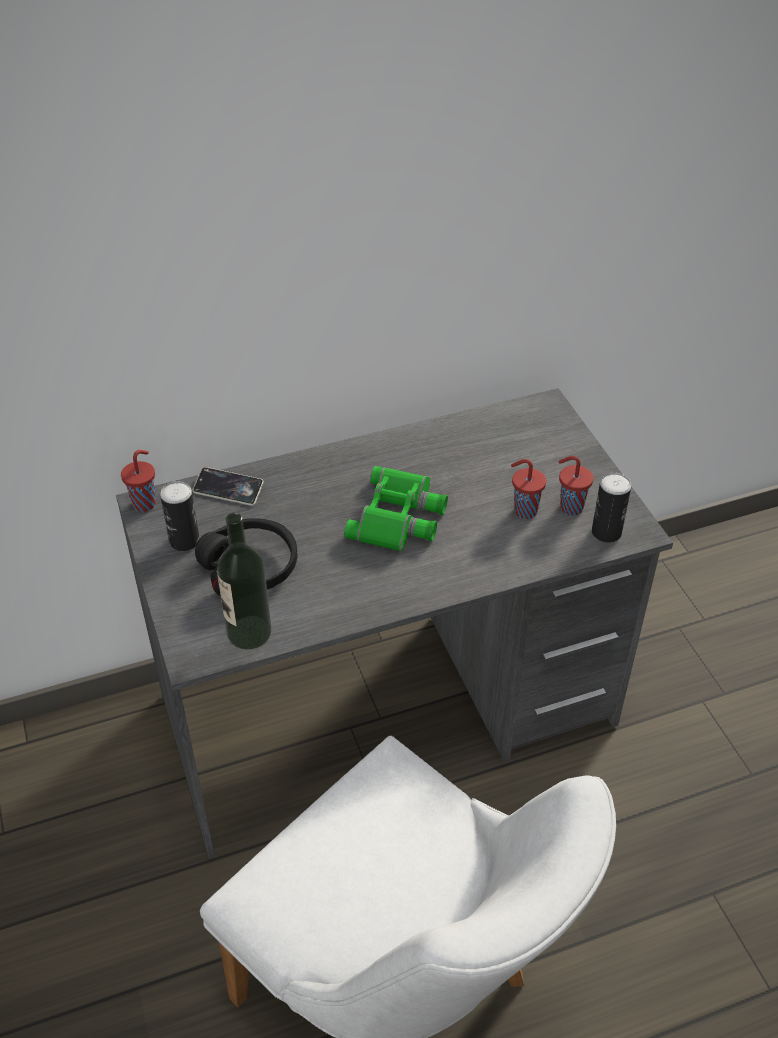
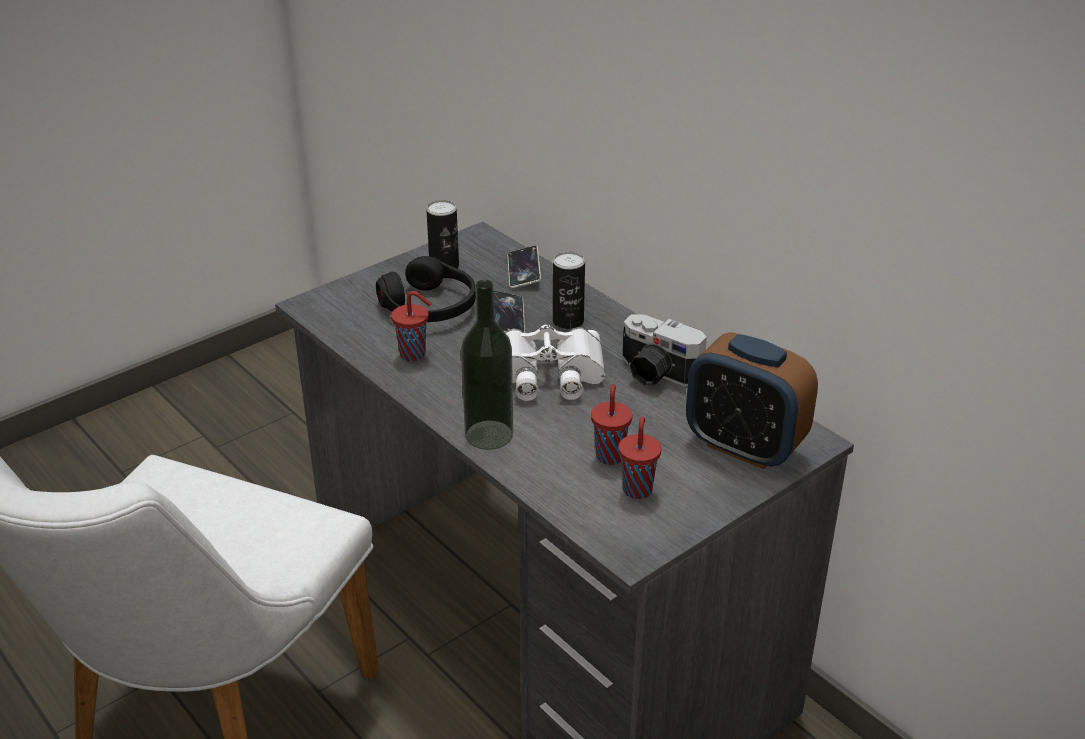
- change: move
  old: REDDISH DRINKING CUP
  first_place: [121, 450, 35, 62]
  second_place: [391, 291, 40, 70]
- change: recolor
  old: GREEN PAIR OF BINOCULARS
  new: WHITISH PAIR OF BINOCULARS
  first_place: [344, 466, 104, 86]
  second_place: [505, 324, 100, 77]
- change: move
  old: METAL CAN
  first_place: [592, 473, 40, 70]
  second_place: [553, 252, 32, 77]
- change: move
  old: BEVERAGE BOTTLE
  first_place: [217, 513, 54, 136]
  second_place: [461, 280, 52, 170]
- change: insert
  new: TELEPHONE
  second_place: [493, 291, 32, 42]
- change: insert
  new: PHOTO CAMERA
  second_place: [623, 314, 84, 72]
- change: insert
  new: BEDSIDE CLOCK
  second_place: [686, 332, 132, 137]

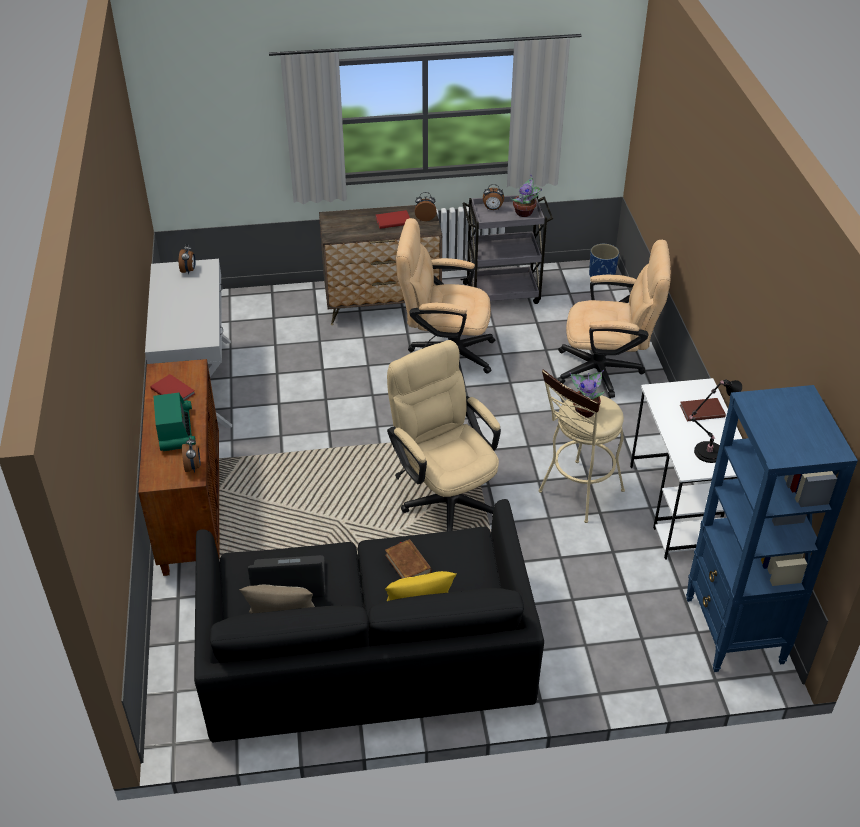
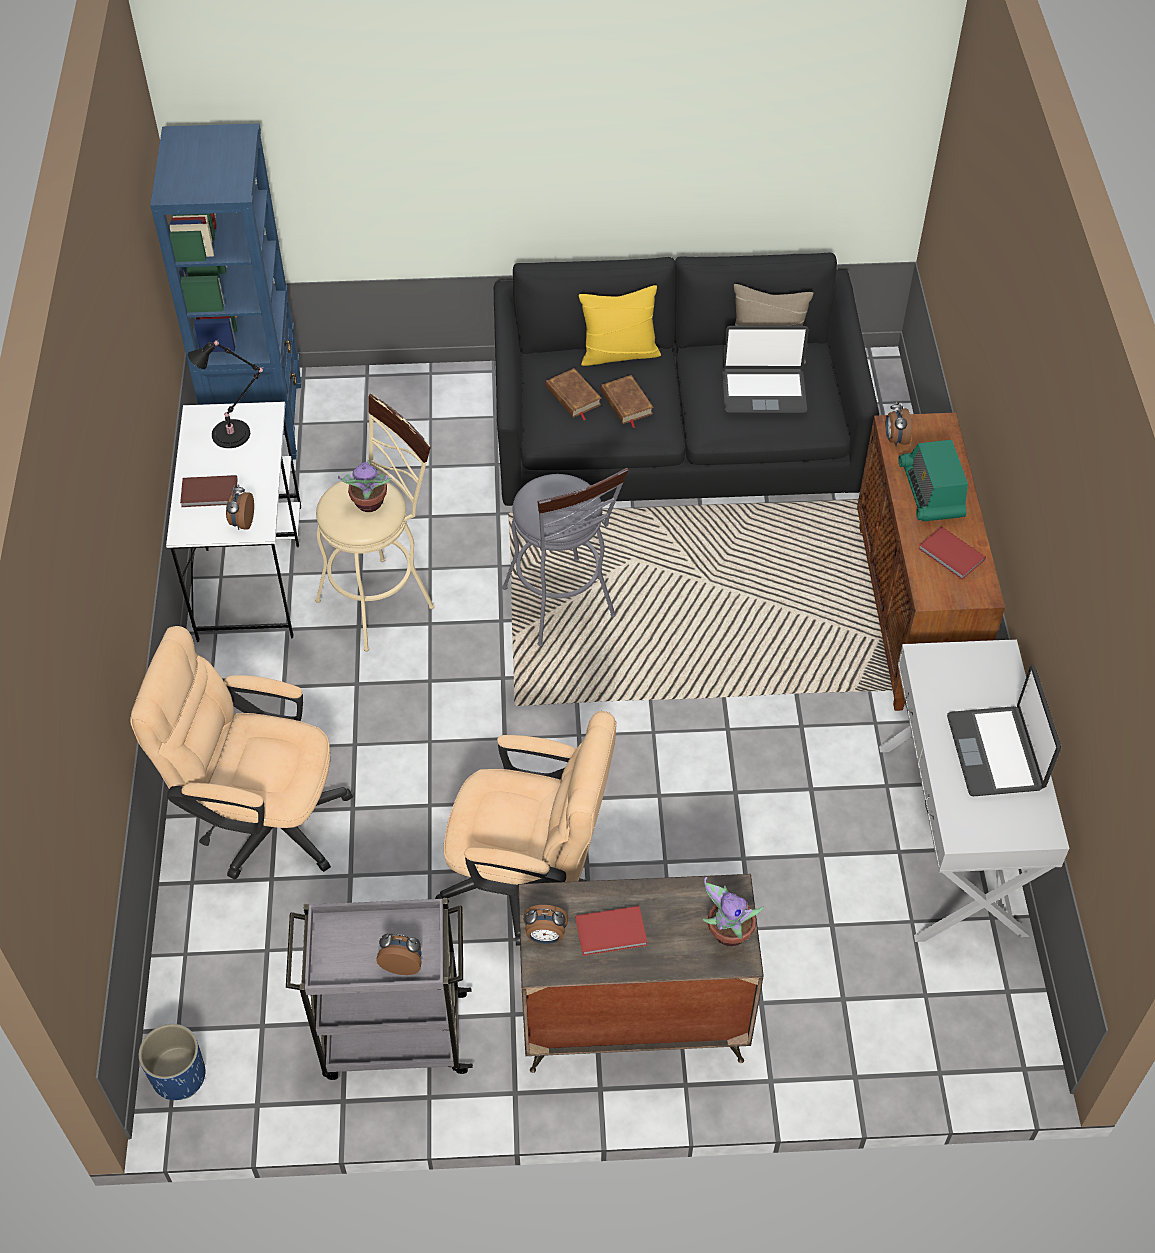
- change: move
  old: PLANT IN A POT
  first_place: [511, 174, 31, 43]
  second_place: [703, 877, 61, 69]
- change: move
  old: BEDSIDE CLOCK
  first_place: [179, 243, 16, 31]
  second_place: [226, 484, 28, 46]
- change: replace
  old: BEIGE-COLOURED COMPUTER CHAIR
  new: GRAY STOOL
  first_place: [387, 340, 114, 191]
  second_place: [502, 468, 127, 178]
- change: insert
  new: BROWN BOUND BOOK
  second_place: [545, 368, 56, 52]
- change: insert
  new: PORTABLE COMPUTER
  second_place: [947, 665, 114, 131]

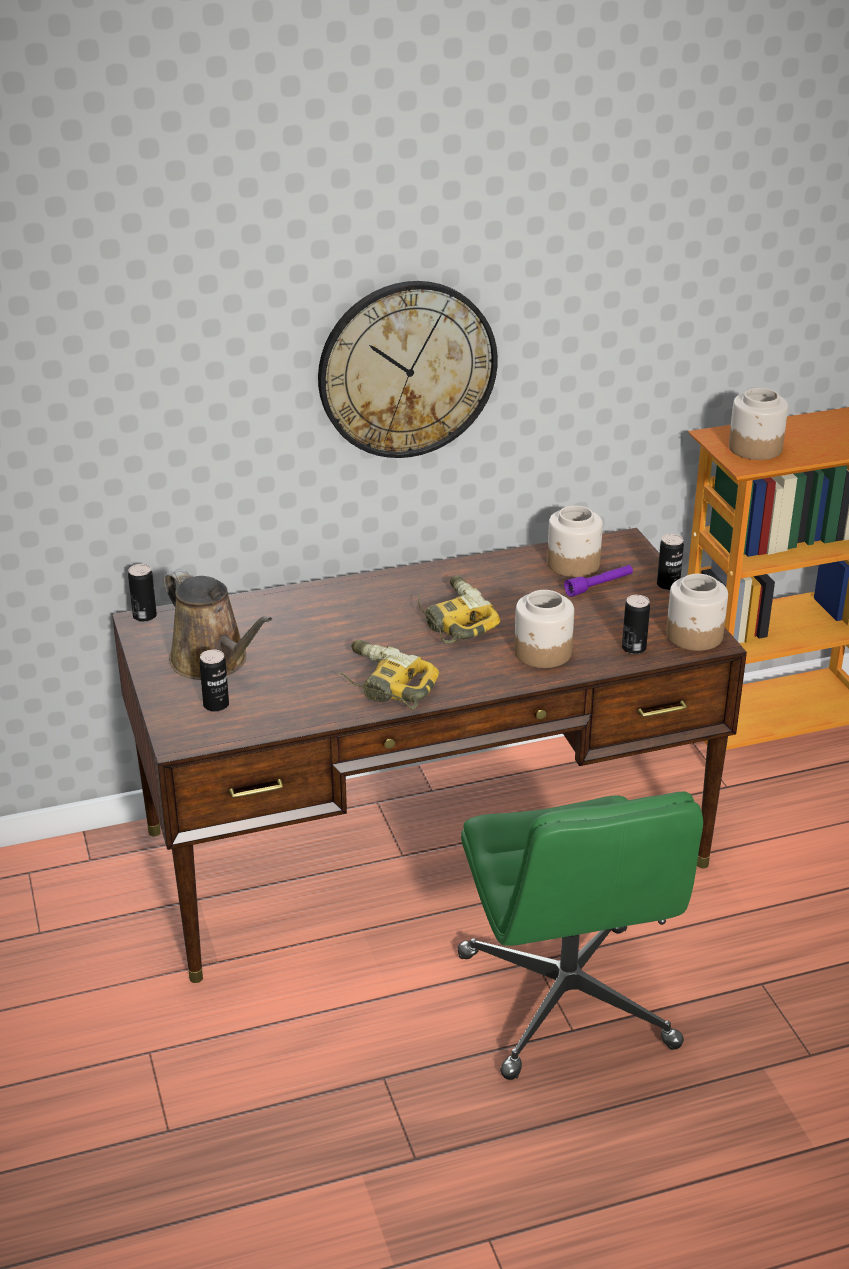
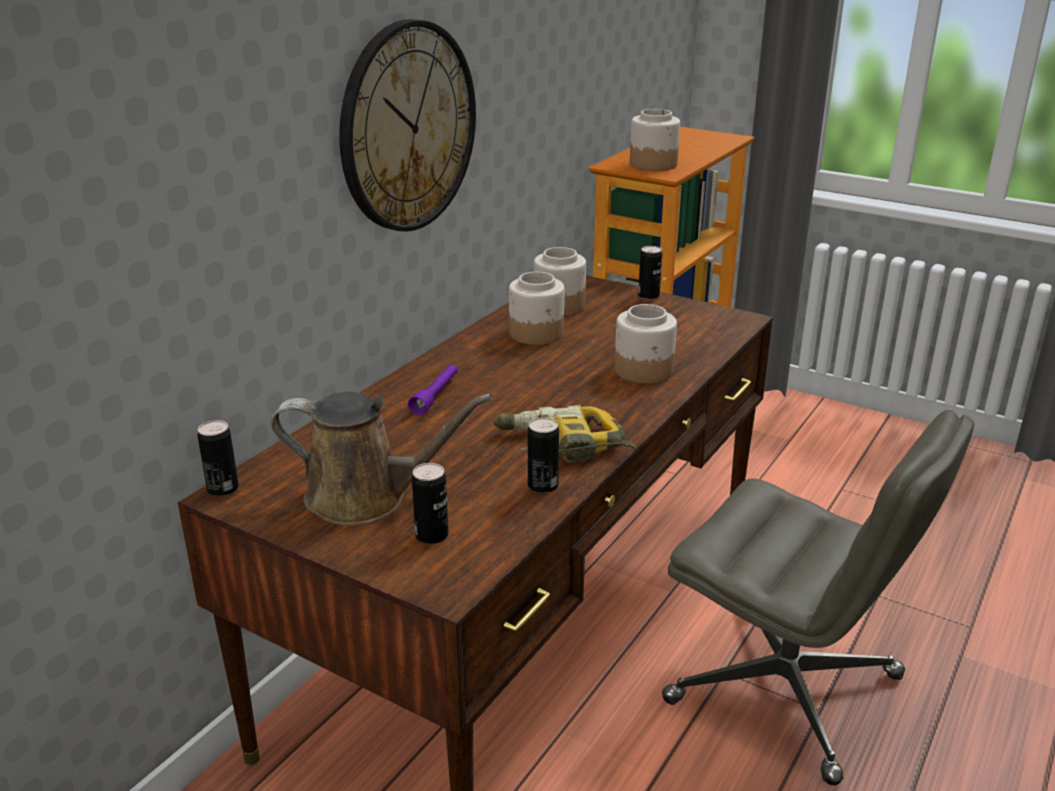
- change: move
  old: PURPLE-COLOURED HAND TORCH
  first_place: [564, 565, 69, 32]
  second_place: [408, 365, 49, 50]
- change: move
  old: JAR
  first_place: [666, 574, 62, 77]
  second_place: [509, 272, 56, 73]
- change: delete
  old: POWER DRILL
  first_place: [418, 575, 83, 69]
- change: move
  old: METAL CAN
  first_place: [622, 595, 28, 59]
  second_place: [528, 417, 31, 76]
- change: recolor
  old: GREEN COMPUTER CHAIR
  new: GRAY COMPUTER CHAIR
  first_place: [458, 792, 245, 288]
  second_place: [662, 410, 312, 375]

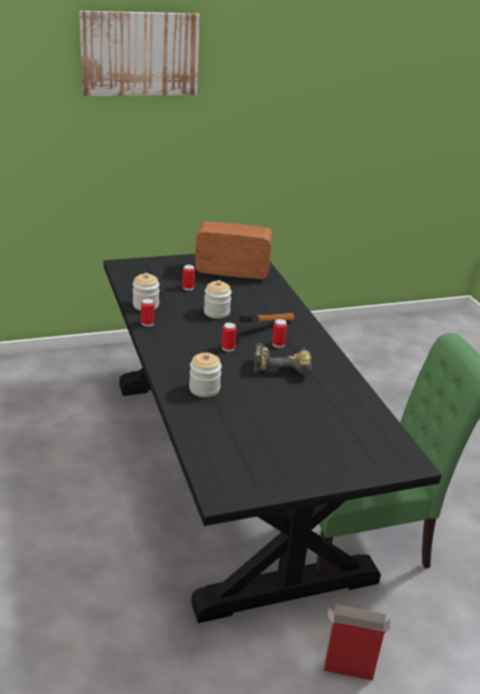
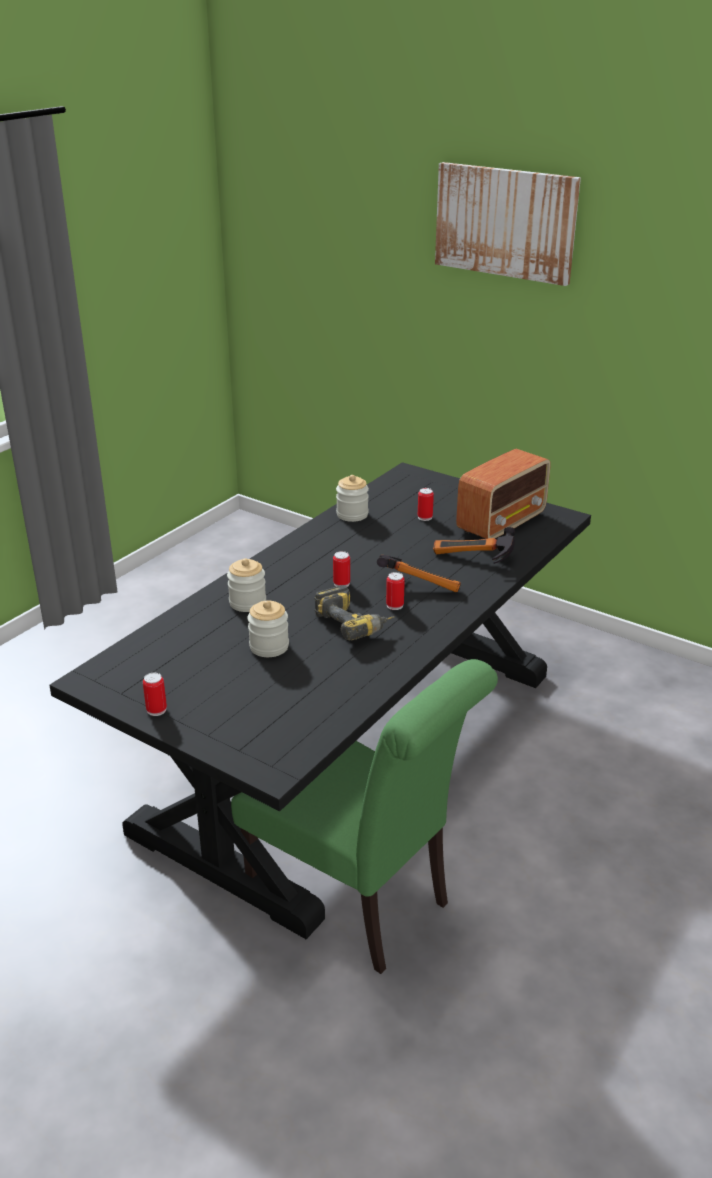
- change: rotate
  old: RADIO SET
  first_place: [195, 221, 78, 59]
  second_place: [456, 449, 94, 90]
  degrees: 75
- change: move
  old: JAR
  first_place: [204, 280, 28, 39]
  second_place: [247, 600, 42, 57]
- change: move
  old: METAL CAN
  first_place: [141, 298, 13, 29]
  second_place: [143, 673, 24, 43]
- change: delete
  old: CARTON
  first_place: [324, 605, 66, 76]
- change: insert
  new: HAMMER
  second_place: [433, 527, 82, 37]

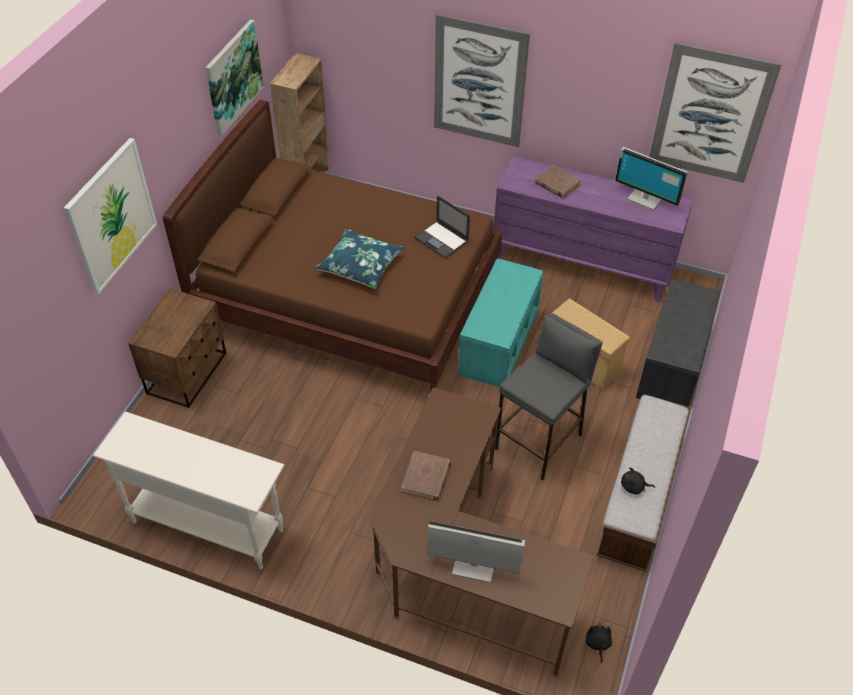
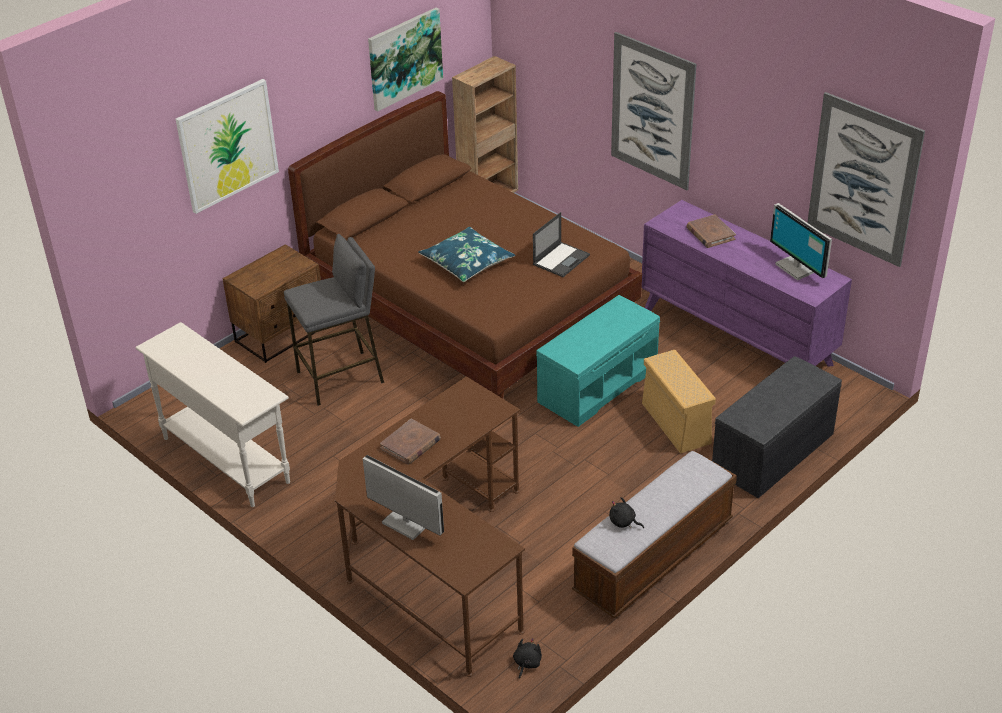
- change: rotate
  old: PORTABLE COMPUTER
  first_place: [414, 195, 56, 64]
  second_place: [533, 212, 57, 65]
  degrees: -120
- change: move
  old: GRAY STOOL
  first_place: [495, 313, 108, 167]
  second_place: [284, 234, 100, 172]

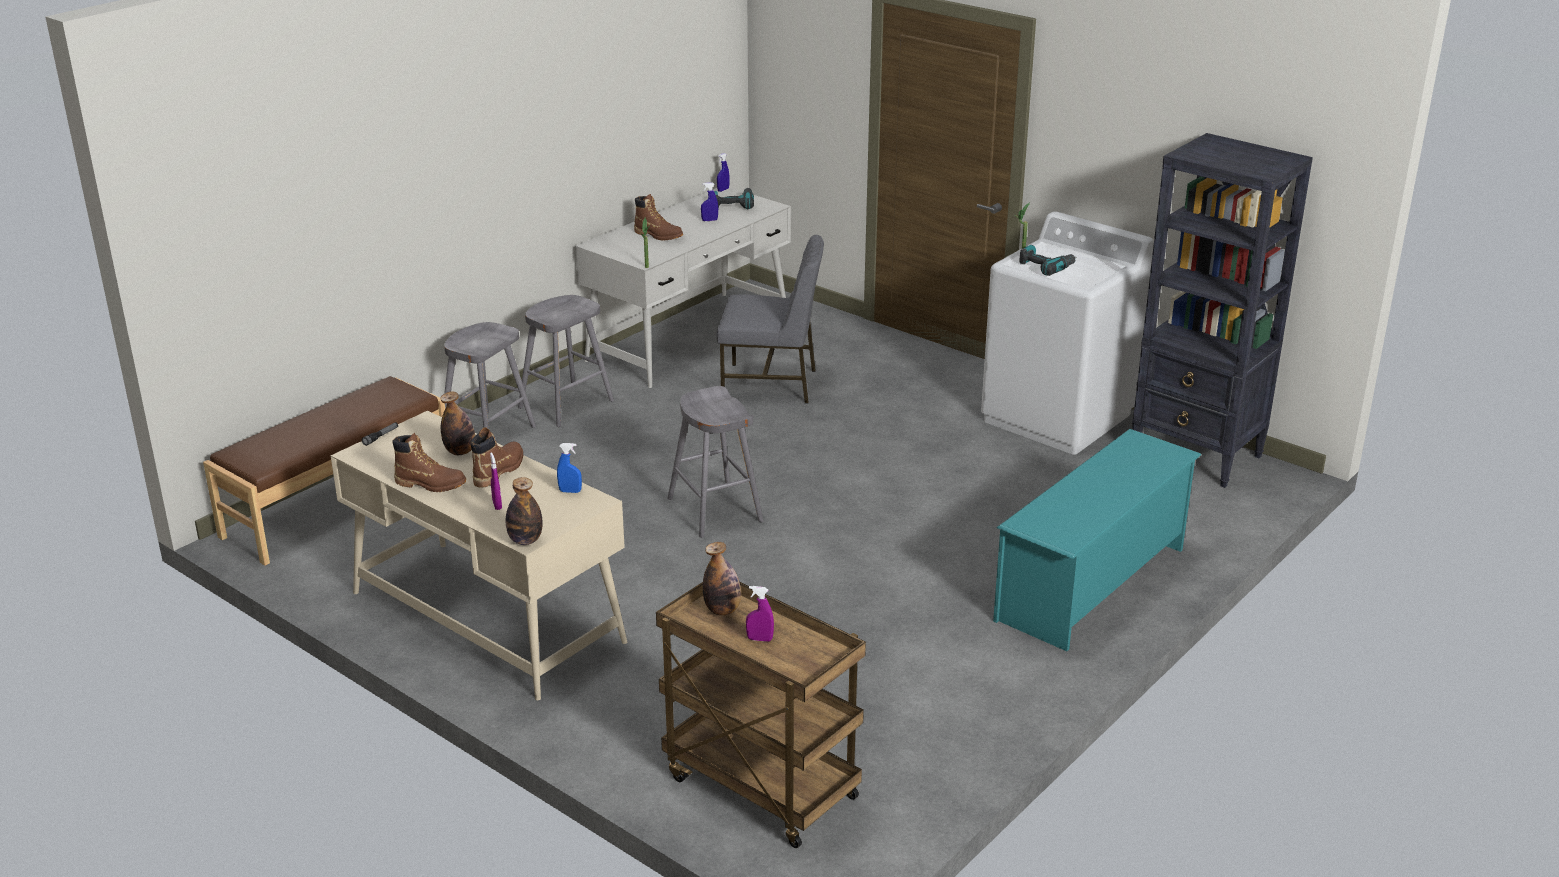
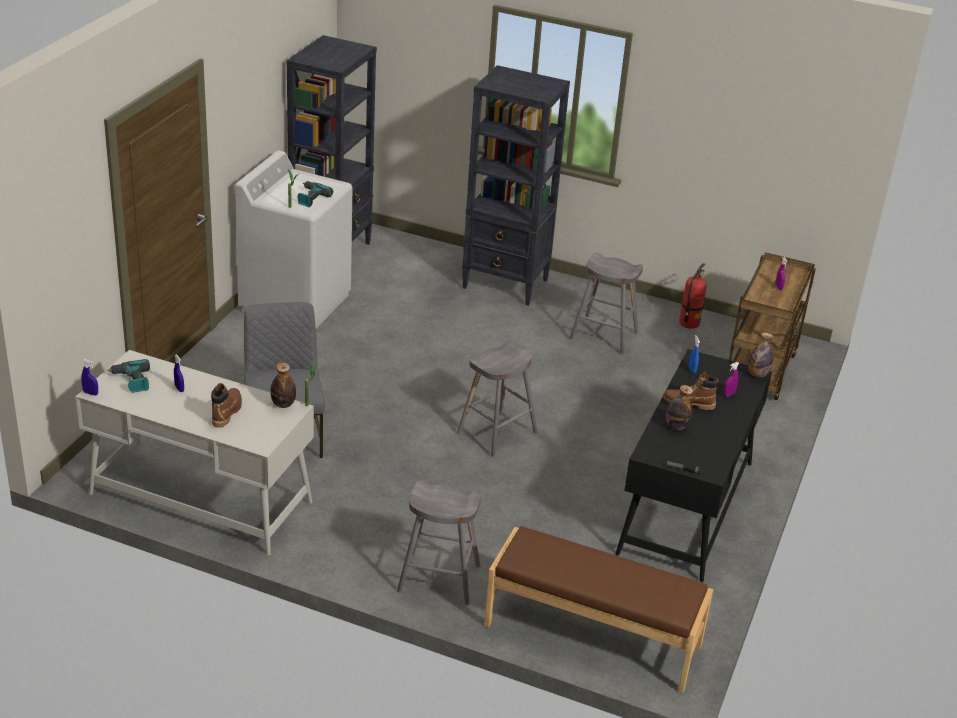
- change: move
  old: GRAY STOOL
  first_place: [518, 295, 96, 132]
  second_place: [569, 253, 74, 102]
- change: recolor
  old: BEIGE-COLOURED DESK TABLE
  new: BLACKISH DESK TABLE
  first_place: [331, 411, 296, 289]
  second_place: [615, 349, 157, 233]
- change: replace
  old: TURQUOISE-COLOURED SHOE STAND
  new: BLACKISH SHELVING UNIT
  first_place: [993, 429, 208, 222]
  second_place: [462, 65, 108, 241]
- change: delete
  old: BROWN HIGH-TOP BOOT
  first_place: [392, 433, 74, 59]
- change: move
  old: BEVERAGE BOTTLE
  first_place: [703, 542, 38, 74]
  second_place: [270, 362, 26, 46]
- change: insert
  new: FIRE-FIGHTING CYLINDER
  second_place: [679, 263, 27, 66]

